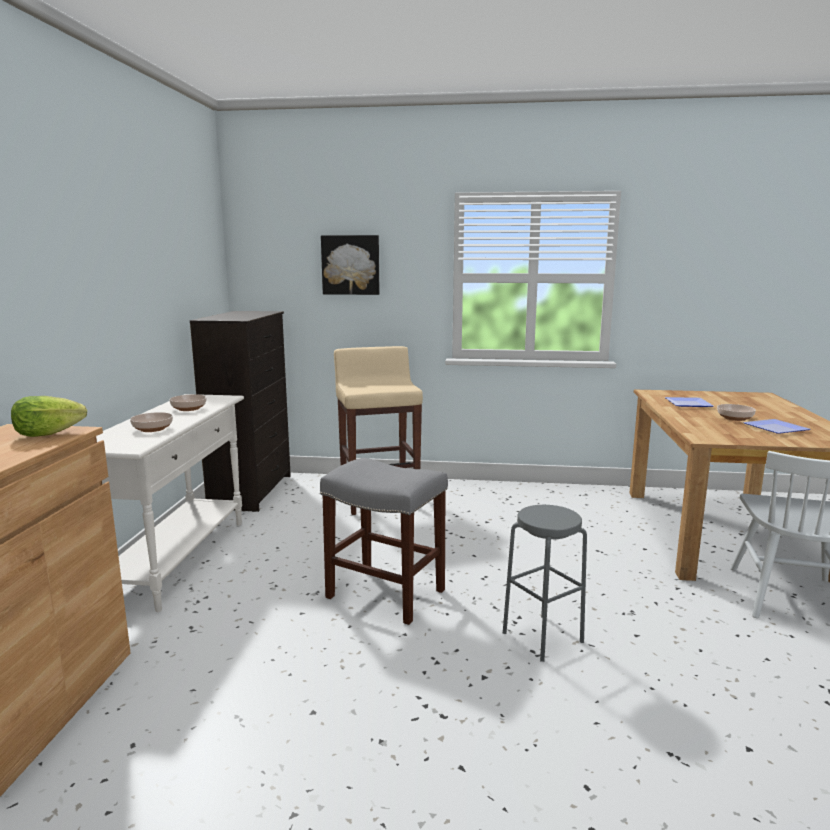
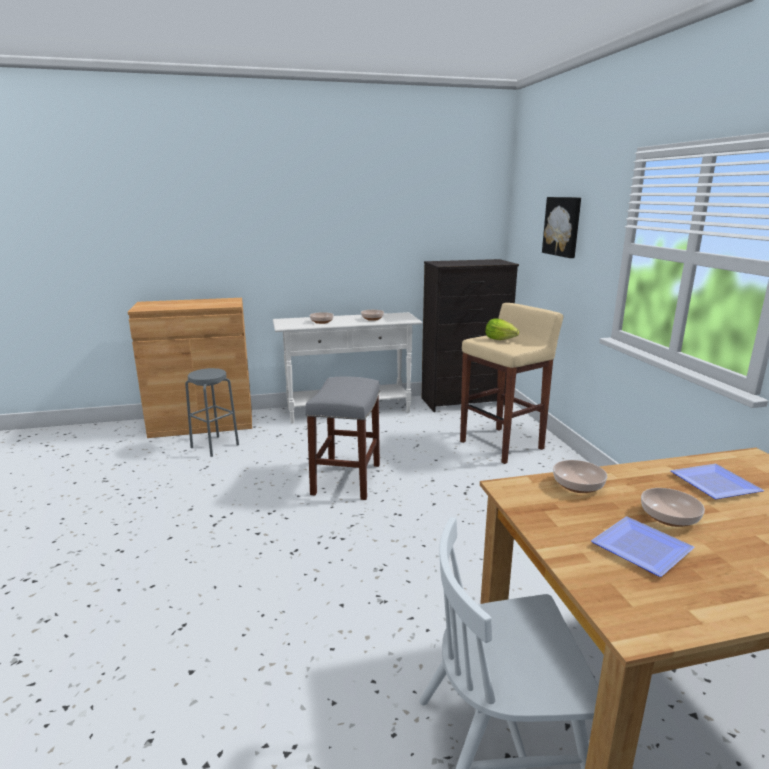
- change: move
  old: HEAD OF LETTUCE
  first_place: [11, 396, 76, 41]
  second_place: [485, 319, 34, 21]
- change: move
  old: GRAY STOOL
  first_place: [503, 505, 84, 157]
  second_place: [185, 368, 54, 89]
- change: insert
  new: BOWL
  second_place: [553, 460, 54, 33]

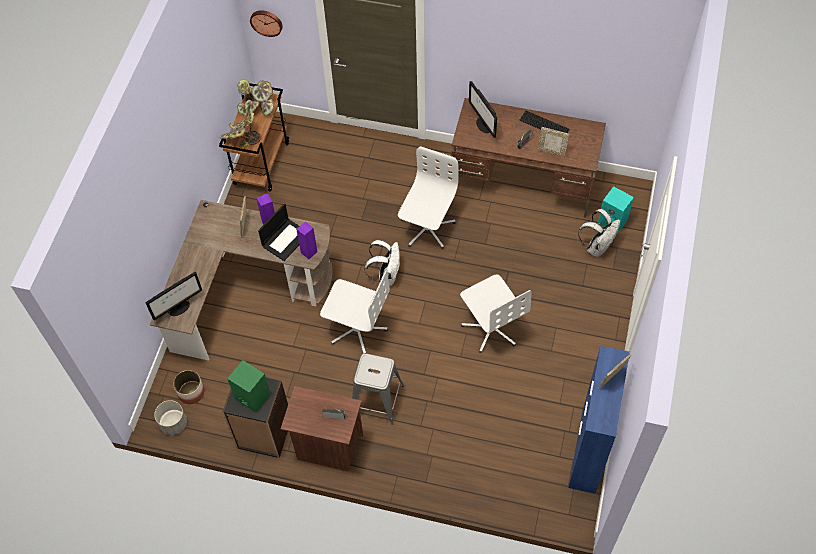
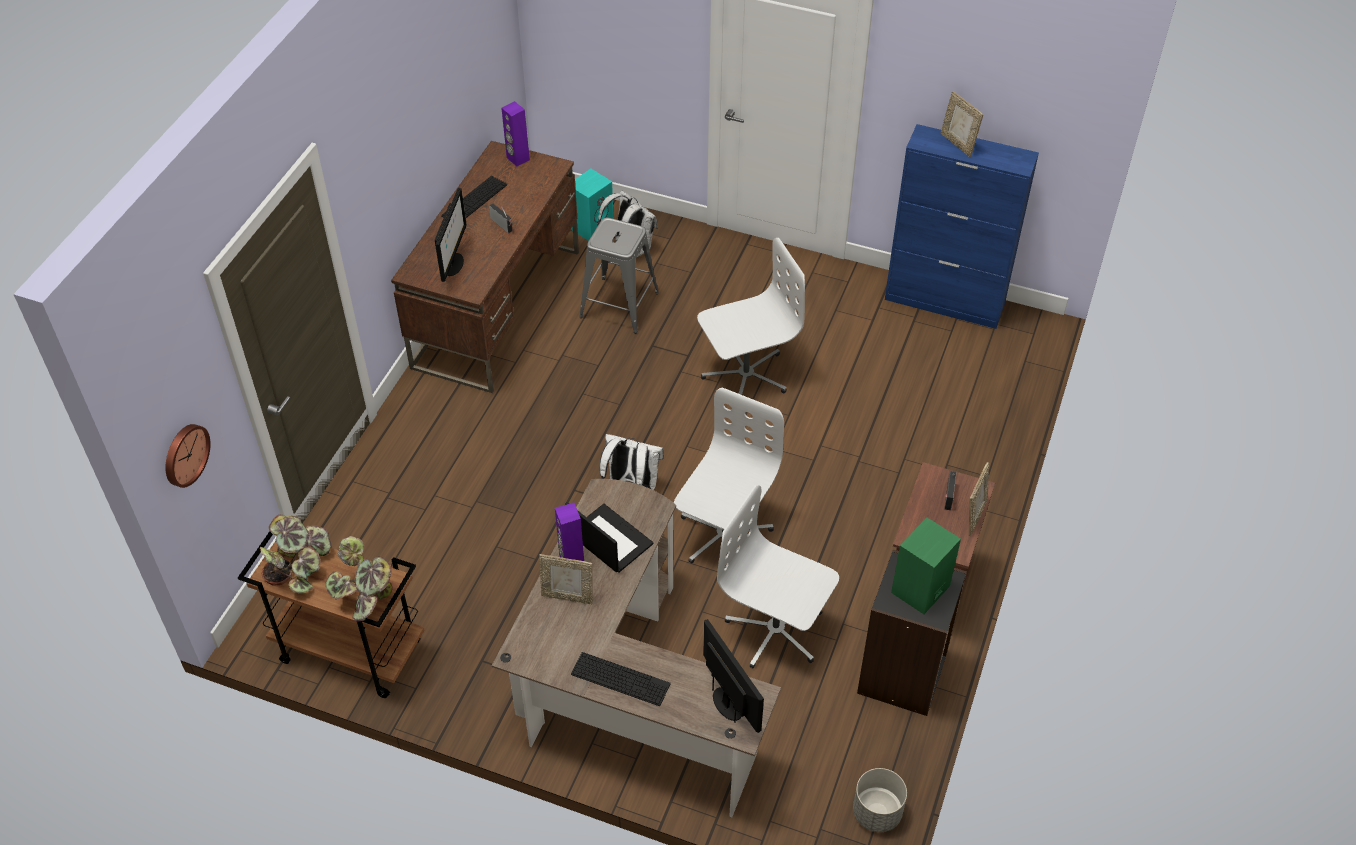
- change: rotate
  old: COMPUTER SCREEN
  first_place: [469, 81, 28, 57]
  second_place: [435, 188, 32, 94]
  degrees: -60
- change: move
  old: PHOTO FRAME
  first_place: [538, 127, 31, 30]
  second_place: [969, 462, 20, 74]
- change: move
  old: WHITISH COMPUTER CHAIR
  first_place: [398, 146, 61, 103]
  second_place: [717, 485, 122, 183]
- change: move
  old: PURPLE-COLOURED AUDIO SPEAKER
  first_place: [296, 221, 21, 38]
  second_place: [501, 101, 29, 65]
- change: move
  old: GRAY STOOL
  first_place: [352, 353, 52, 72]
  second_place: [579, 218, 80, 115]
- change: delete
  old: PLANT POT
  first_place: [173, 370, 32, 34]
- change: insert
  new: COMPUTER KEYBOARD
  second_place: [571, 652, 100, 54]

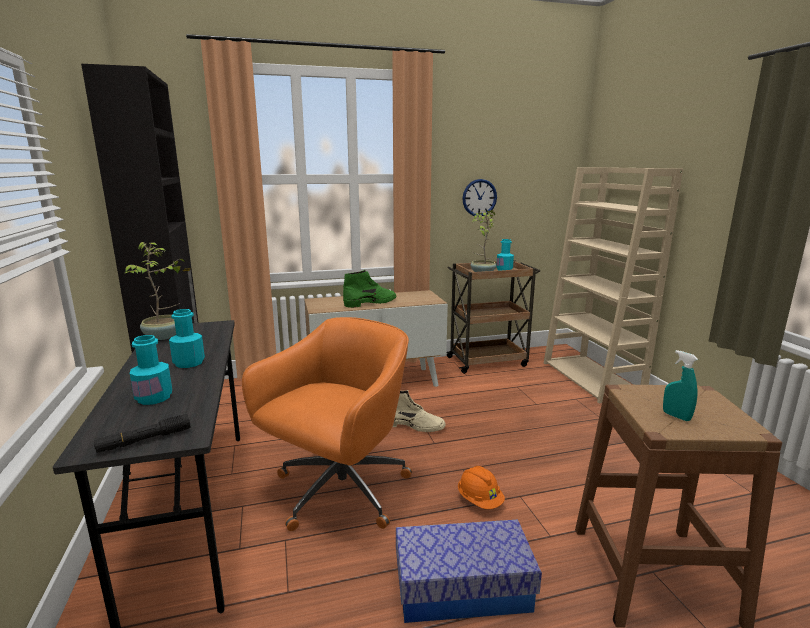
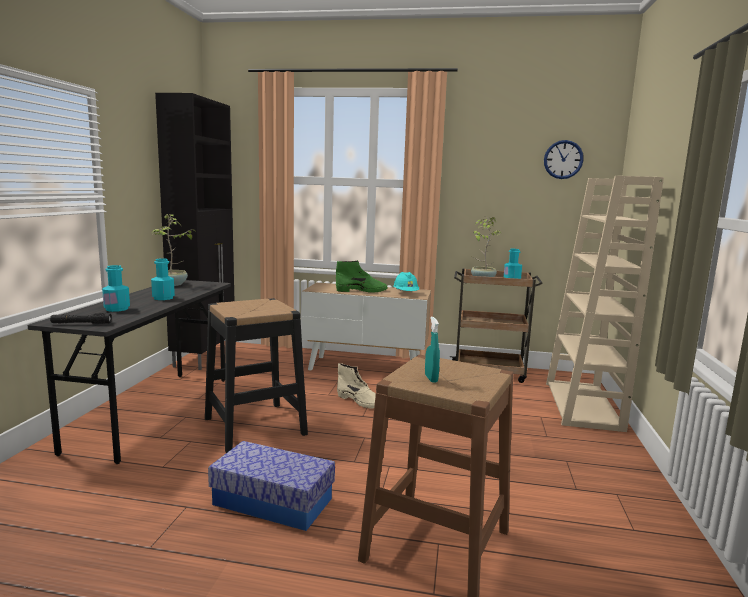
- change: move
  old: CLOCK ON THE WALL
  first_place: [462, 179, 35, 38]
  second_place: [544, 140, 40, 39]
- change: replace
  old: ORANGEY COMPUTER CHAIR
  new: BLACKISH STOOL
  first_place: [242, 317, 170, 214]
  second_place: [205, 298, 103, 155]
- change: delete
  old: ORANGEY WORK HELMET
  first_place: [458, 466, 47, 43]
- change: insert
  new: TURQUOISE-COLOURED WORK HELMET
  second_place: [393, 272, 26, 19]

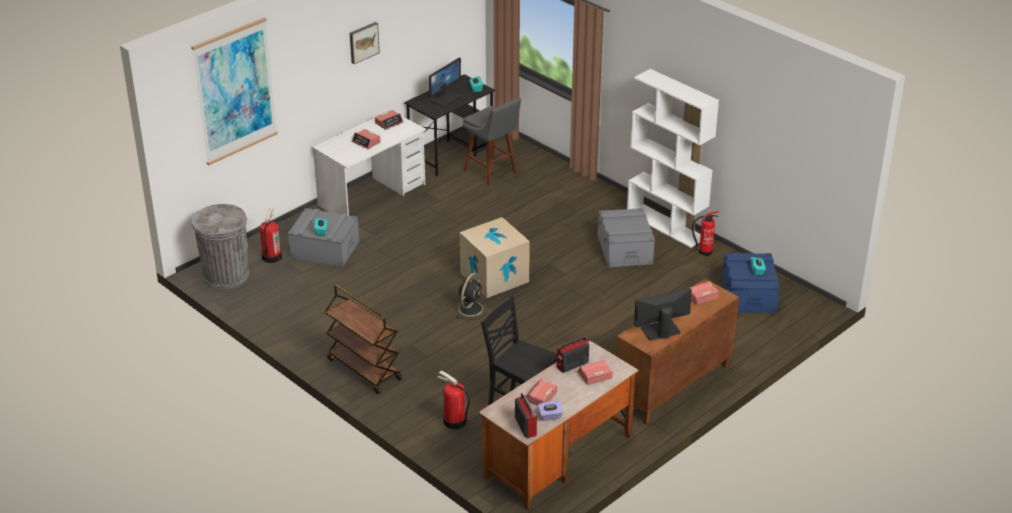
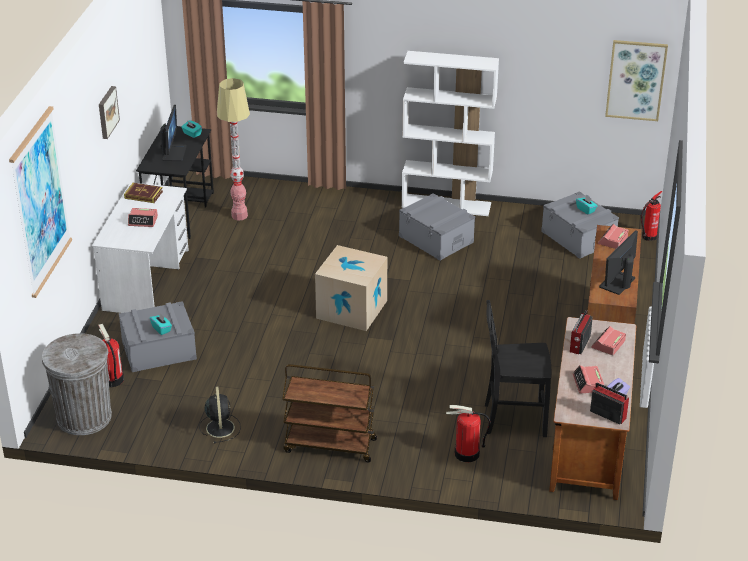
- change: replace
  old: GRAY STOOL
  new: STANDING LAMP
  first_place: [462, 98, 59, 88]
  second_place: [217, 78, 33, 143]
- change: replace
  old: BEDSIDE CLOCK
  new: BOUND BOOK
  first_place: [375, 110, 28, 20]
  second_place: [124, 183, 39, 20]
- change: move
  old: FIRE-FIGHTING CYLINDER
  first_place: [692, 211, 27, 45]
  second_place: [641, 191, 21, 50]
- change: recolor
  old: BLUISH STORAGE BOX
  new: GRAY STORAGE BOX
  first_place: [722, 253, 58, 60]
  second_place: [541, 191, 78, 68]
- change: move
  old: BLACKISH ELECTRIC FAN
  first_place: [454, 273, 35, 47]
  second_place: [199, 387, 42, 56]
- change: insert
  new: PICTURE
  second_place: [605, 40, 63, 81]

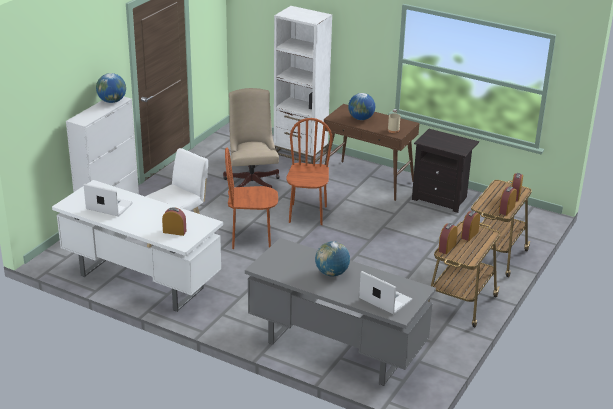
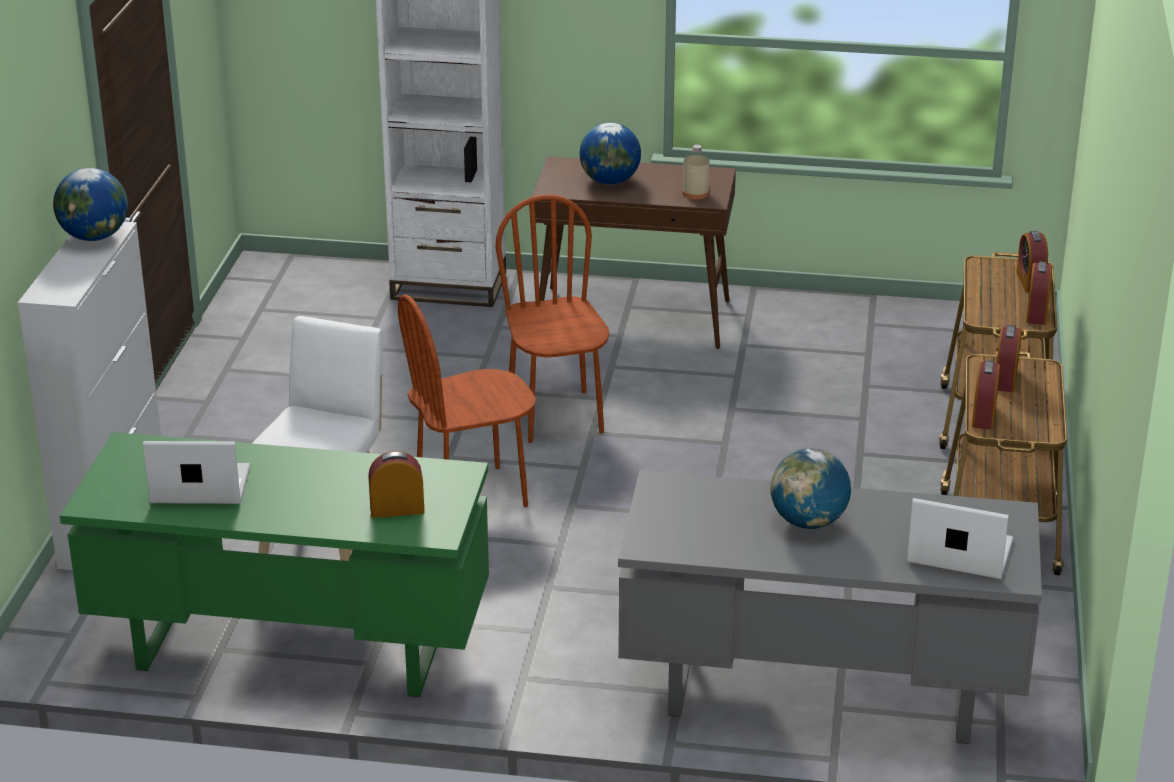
- change: delete
  old: BEIGE-COLOURED COMPUTER CHAIR
  first_place: [223, 88, 57, 100]
- change: delete
  old: BLACKISH NIGHTSTAND
  first_place: [412, 129, 67, 84]
- change: recolor
  old: WHITISH DESK TABLE
  new: GREEN DESK TABLE
  first_place: [52, 180, 171, 132]
  second_place: [60, 432, 429, 265]

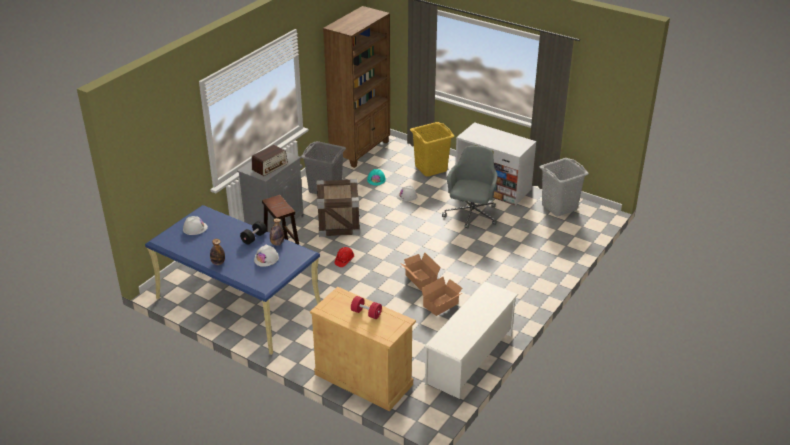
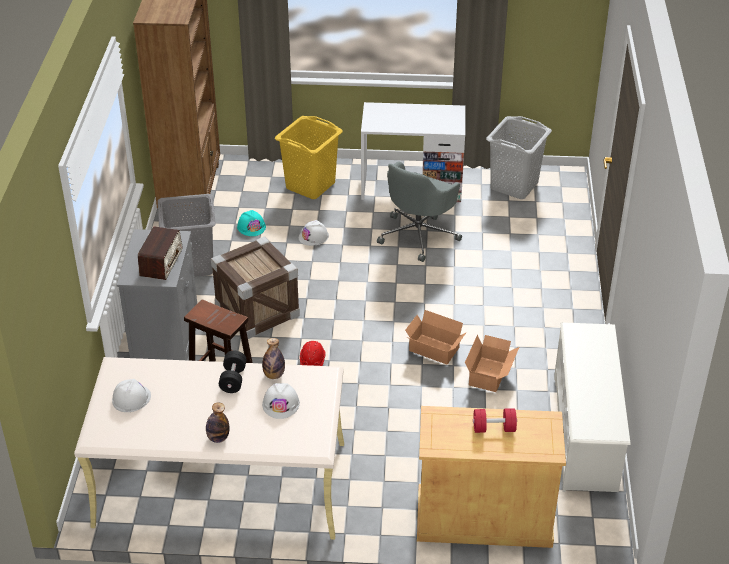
- change: rotate
  old: GRAY COMPUTER CHAIR
  first_place: [442, 146, 55, 82]
  second_place: [377, 162, 85, 100]
  degrees: -135
- change: recolor
  old: BLUISH DESK TABLE
  new: BEIGE-COLOURED DESK TABLE
  first_place: [145, 205, 176, 150]
  second_place: [74, 357, 270, 182]

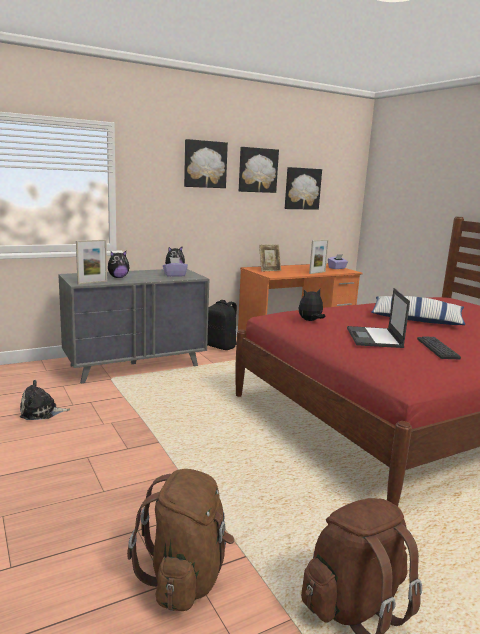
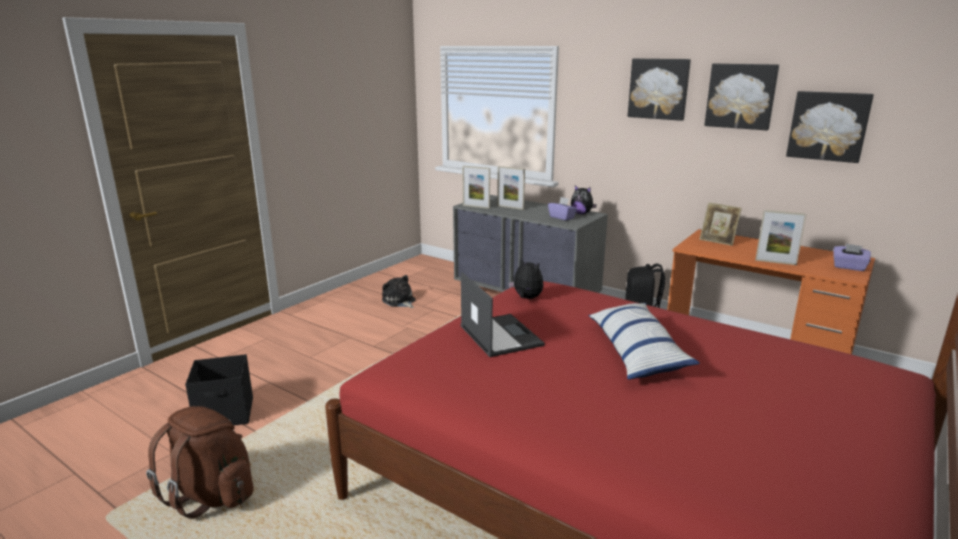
- change: replace
  old: PLUSH TOY
  new: PHOTO FRAME
  first_place: [108, 251, 21, 27]
  second_place: [497, 166, 28, 44]
- change: rotate
  old: PORTABLE COMPUTER
  first_place: [347, 288, 63, 60]
  second_place: [461, 272, 84, 85]
  degrees: 90
- change: delete
  old: COMPUTER KEYBOARD
  first_place: [417, 336, 44, 23]
- change: replace
  old: BROWN BACKPACK
  new: BLACKISH STORAGE BOX
  first_place: [127, 469, 108, 142]
  second_place: [185, 354, 68, 72]

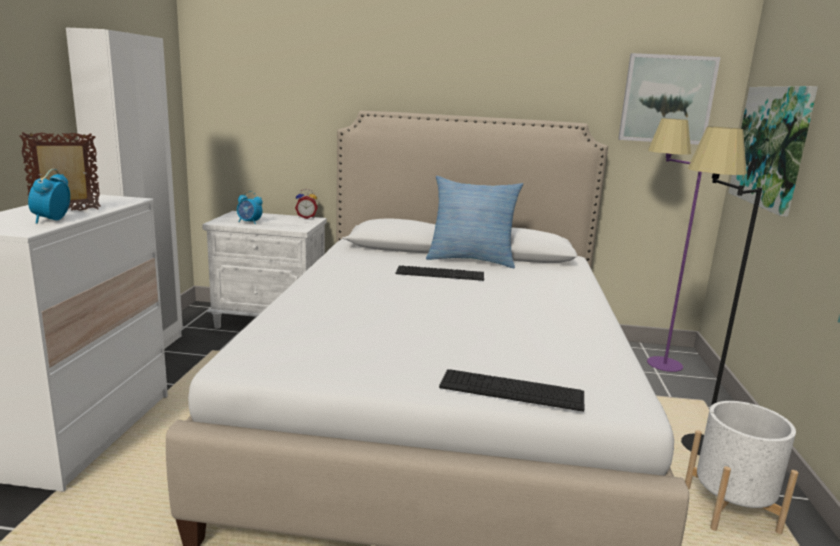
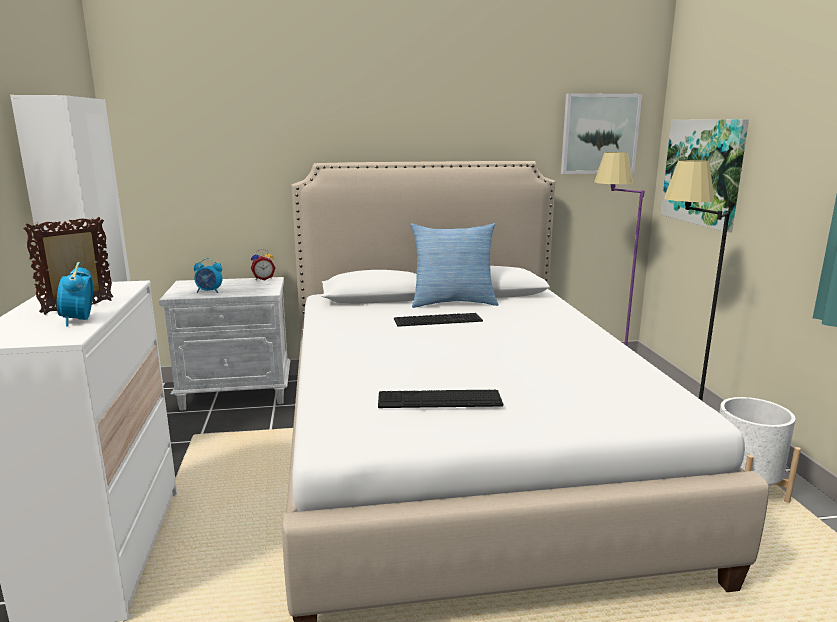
- change: move
  old: COMPUTER KEYBOARD
  first_place: [439, 369, 145, 43]
  second_place: [378, 389, 125, 19]

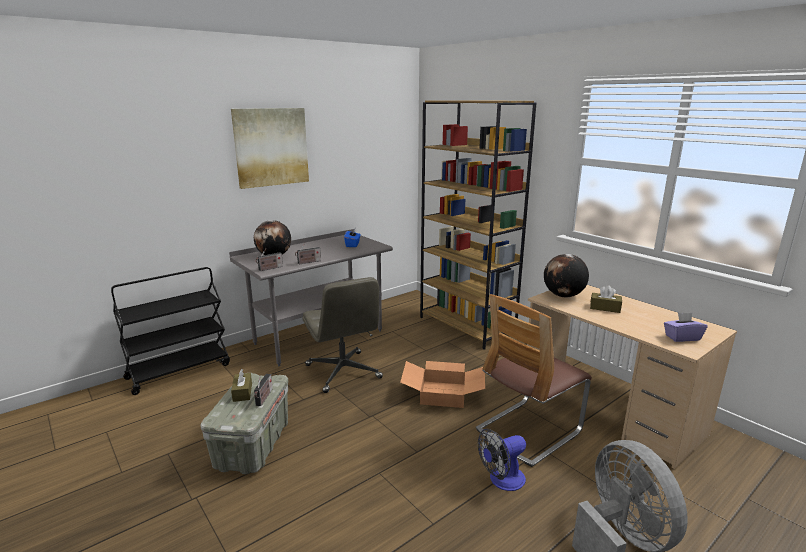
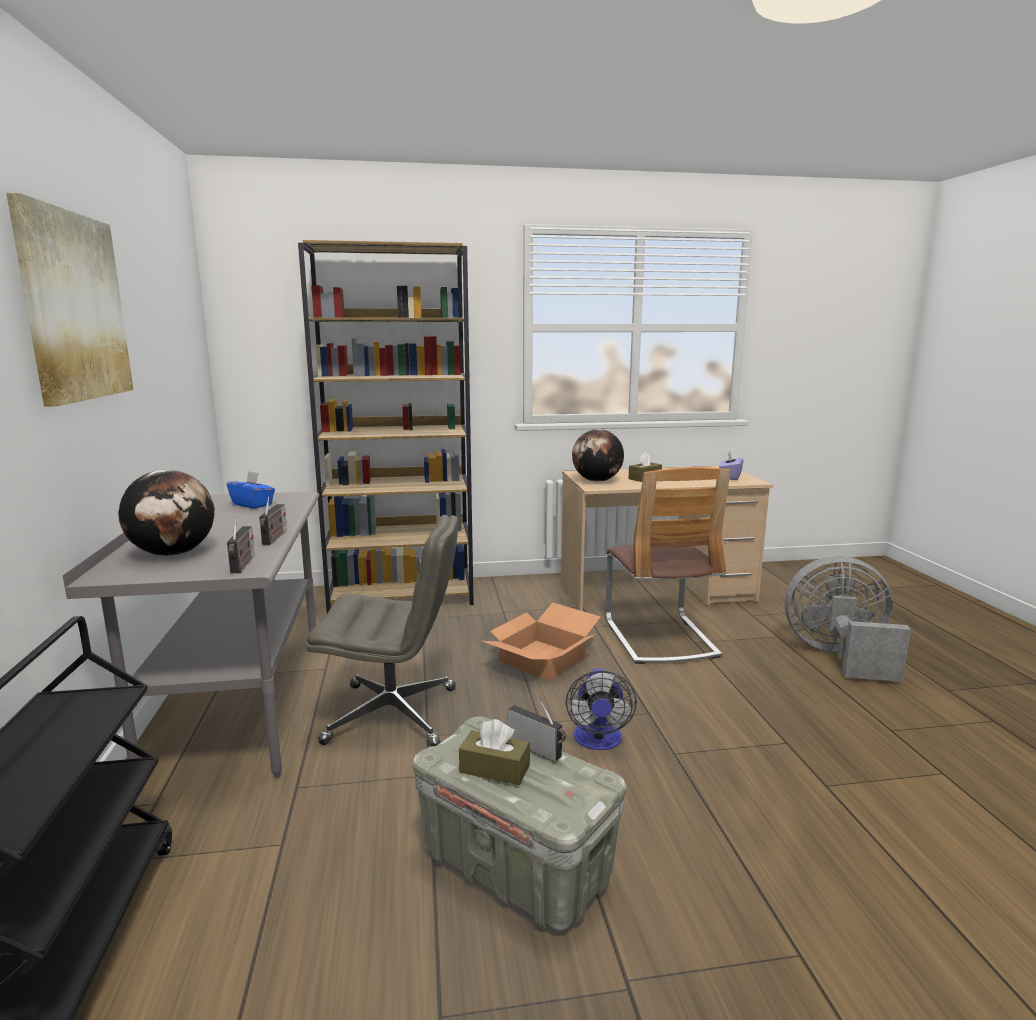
- change: move
  old: ELECTRIC FAN
  first_place: [478, 429, 48, 62]
  second_place: [566, 668, 71, 82]

